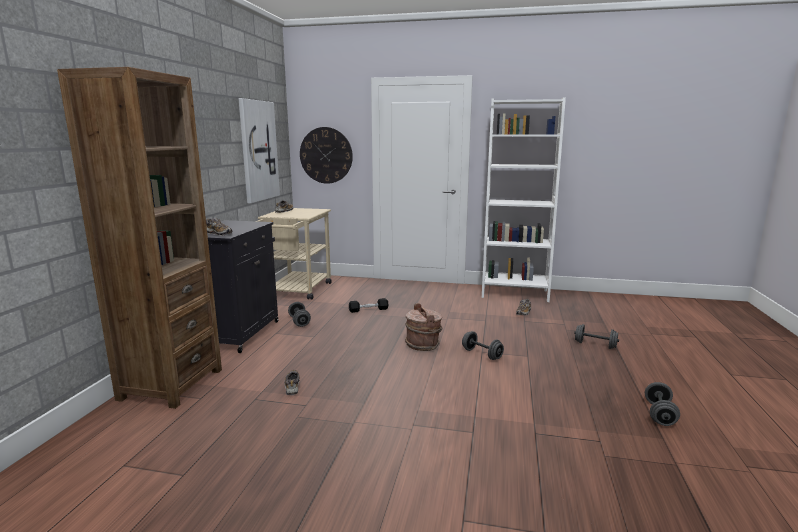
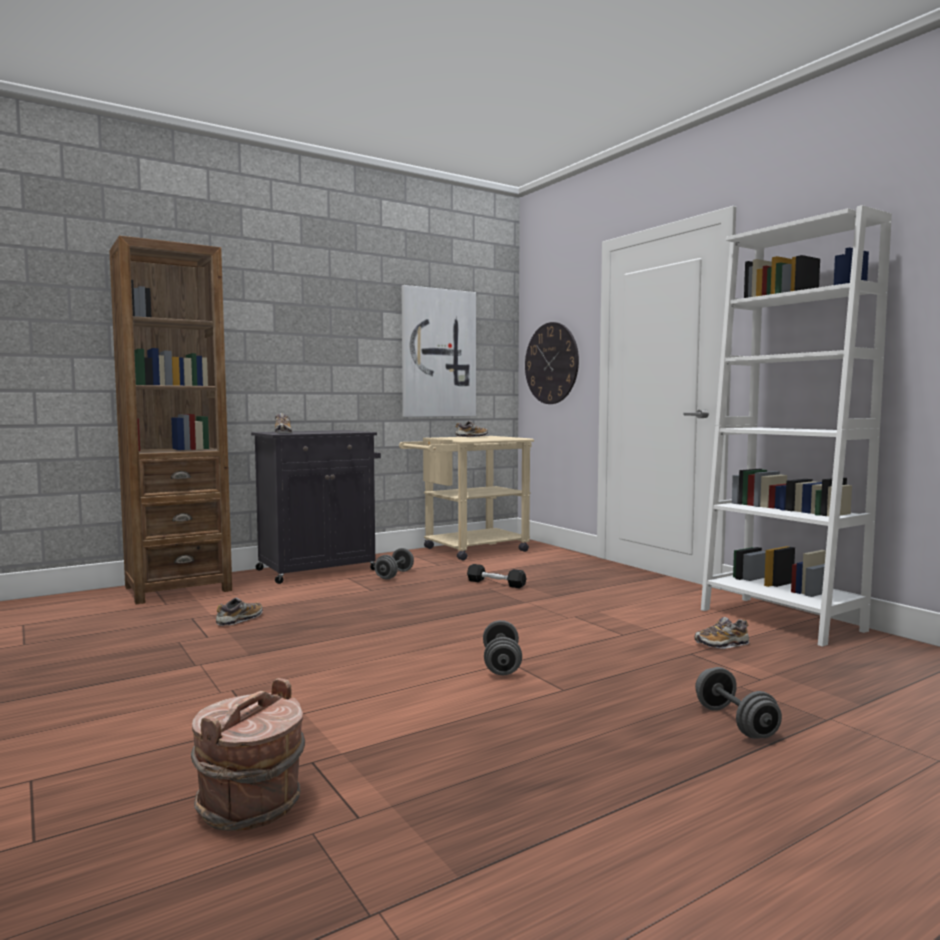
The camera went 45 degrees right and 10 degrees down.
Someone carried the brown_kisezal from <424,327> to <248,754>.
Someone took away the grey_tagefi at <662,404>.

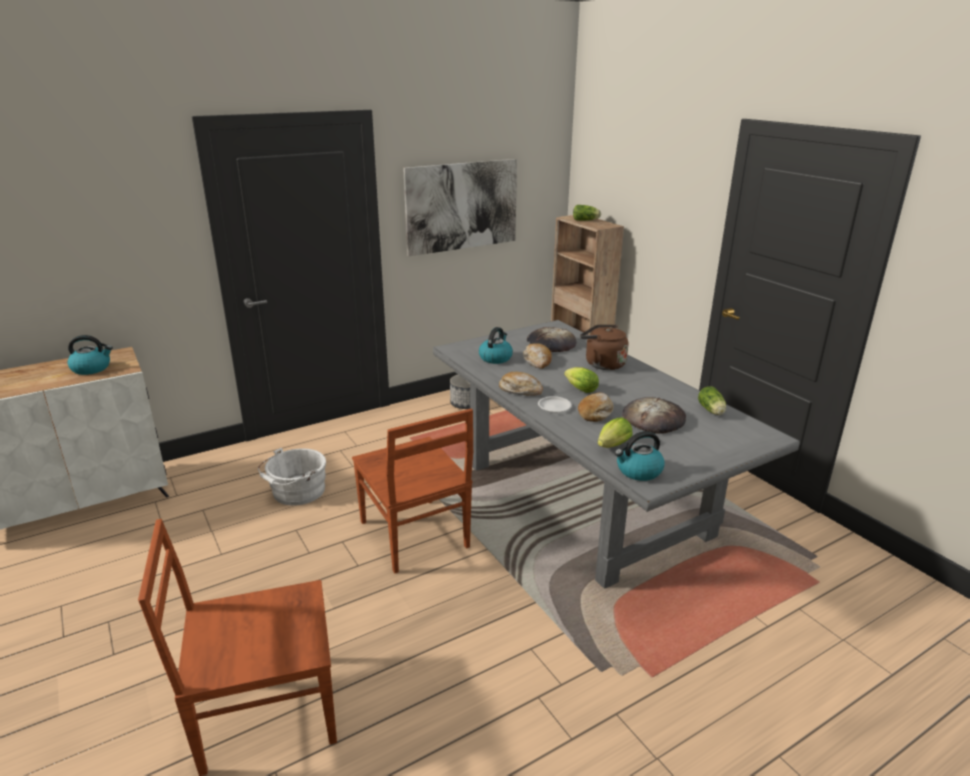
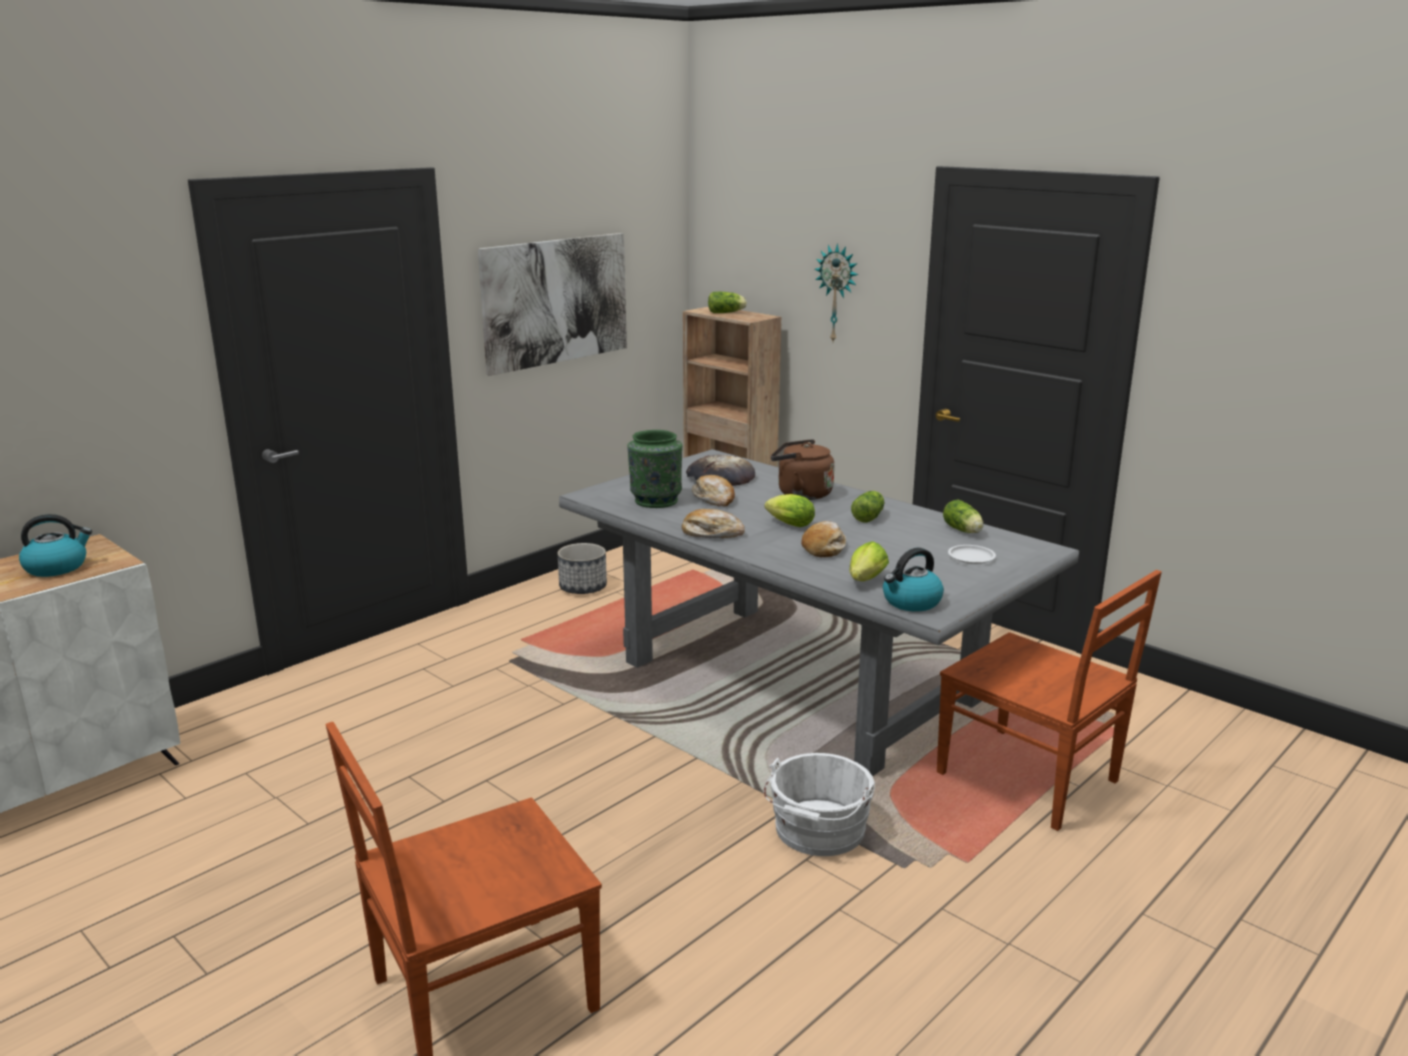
The camera went 15 degrees left and 5 degrees down.
Someone carried the white_kisezal from <292,476> to <819,804>.
Someone carried the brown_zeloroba from <412,491> to <1049,700>.
Someone swapped the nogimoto at <496,345> for the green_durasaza at <654,469>.
Someone carried the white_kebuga from <555,404> to <972,554>.
Someone took away the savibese at <654,415>.
Someone put up the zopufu at <836,292>.
Someone put down the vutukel at <867,507>.

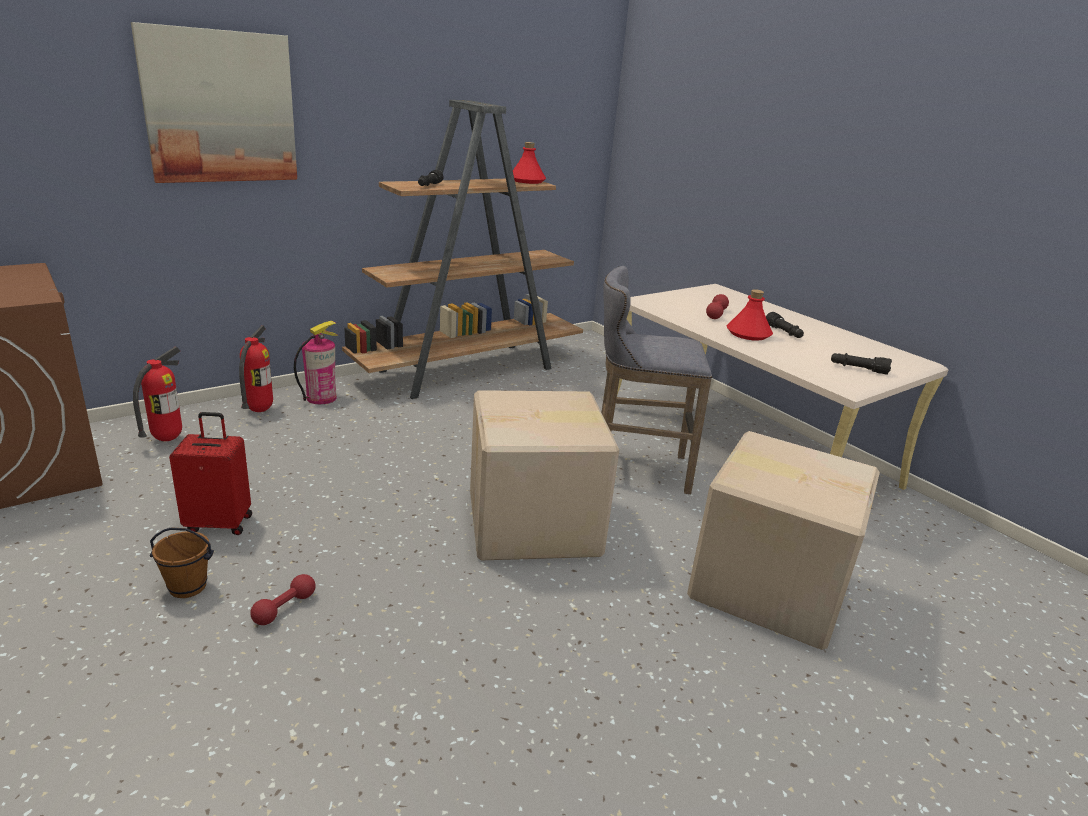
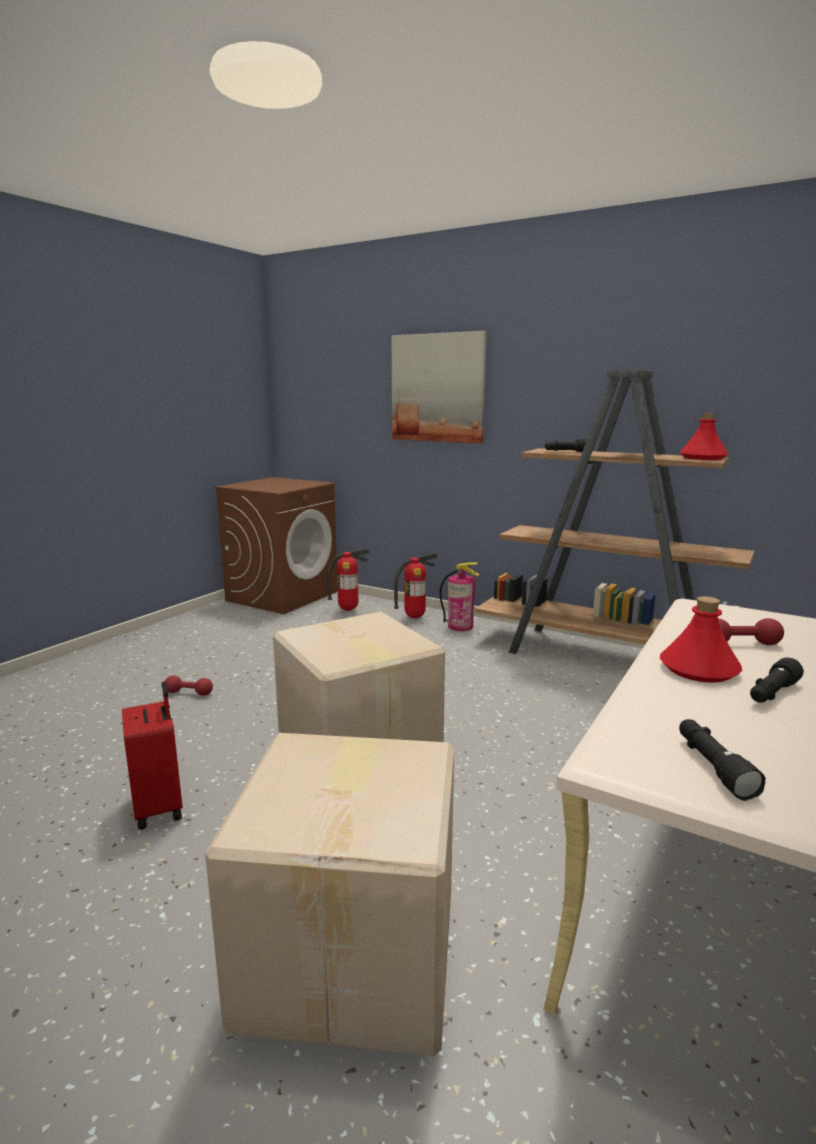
The camera went 70 degrees right and 10 degrees down.
Someone took away the brown_kisezal at <182,562>.
Someone carried the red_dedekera from <210,473> to <152,756>.
Someone took away the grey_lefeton at <656,380>.

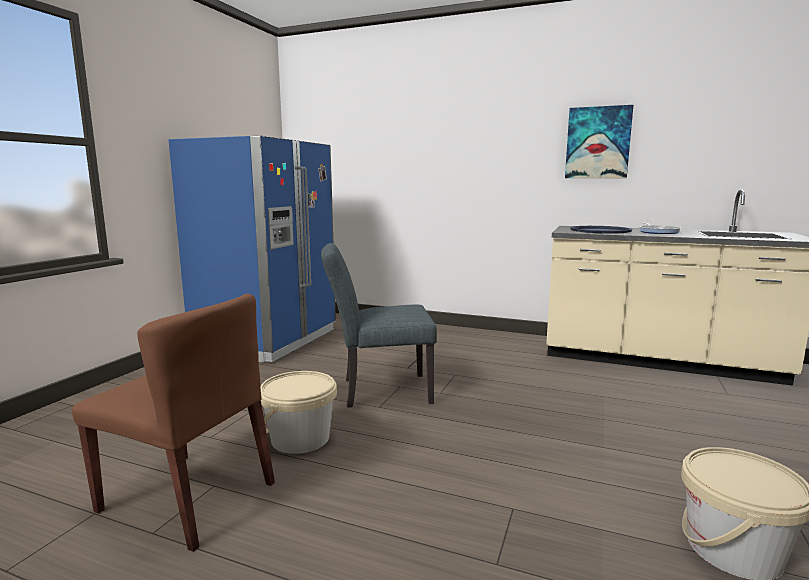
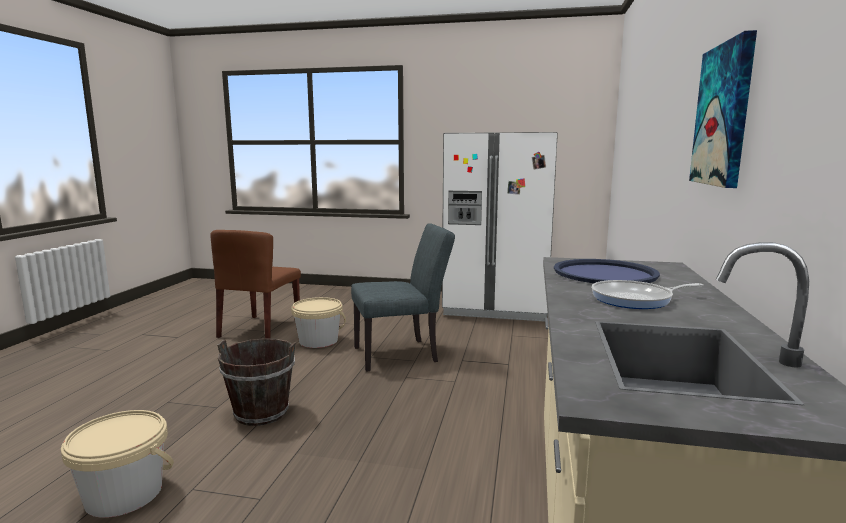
The camera went 80 degrees right and 0 degrees up.
Someone repainted the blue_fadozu at <252,249>, which became the white_fadozu at <500,226>.
Someone rotated the grey_zeloroba at <379,325> by 90 degrees clockwise.
Someone put down the brown_kisezal at <256,382>.

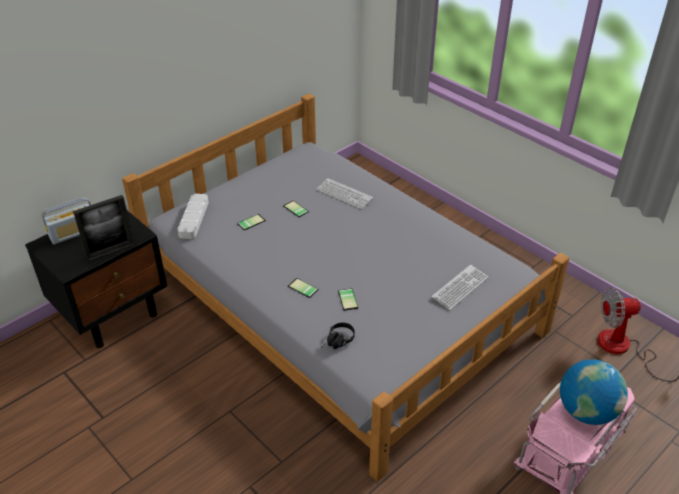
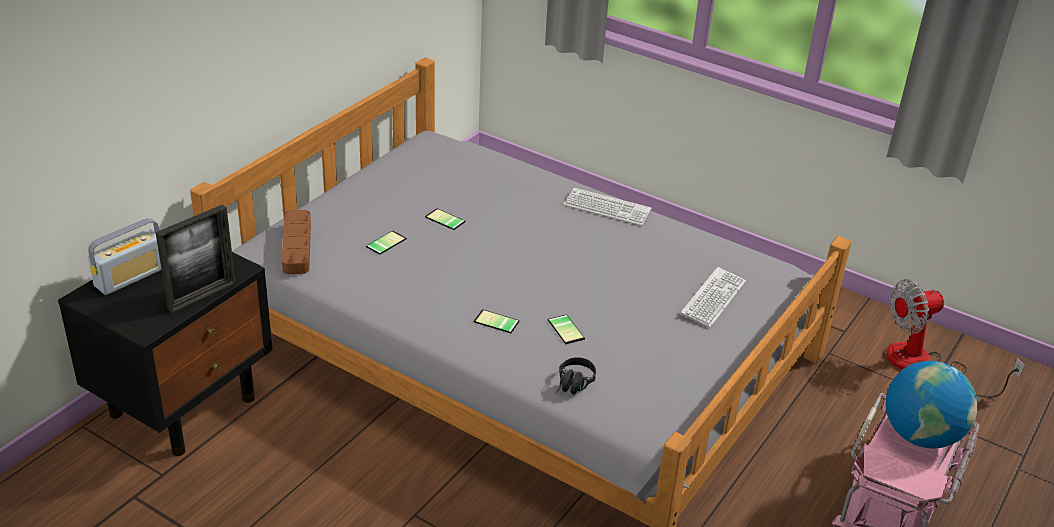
The camera went 15 degrees left and 5 degrees down.
Someone repainted the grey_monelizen at <193,216>, which became the brown_monelizen at <296,242>.
Someone carried the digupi from <344,193> to <607,207>.

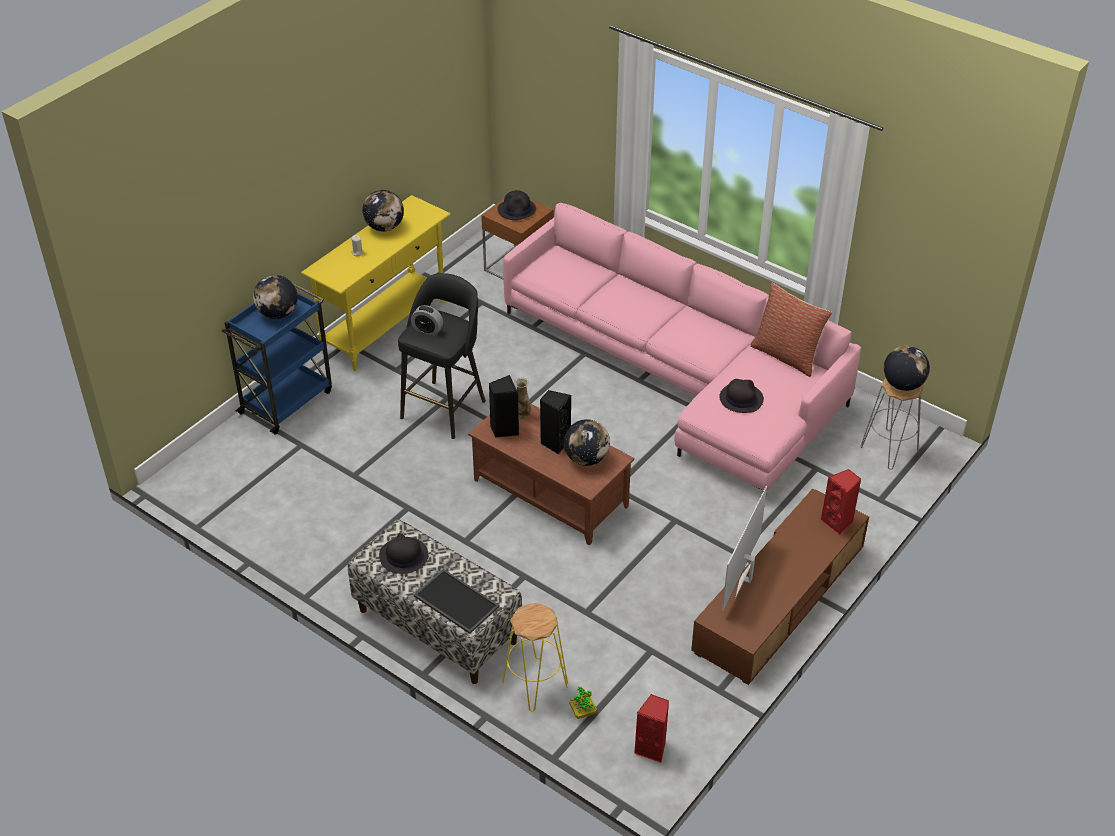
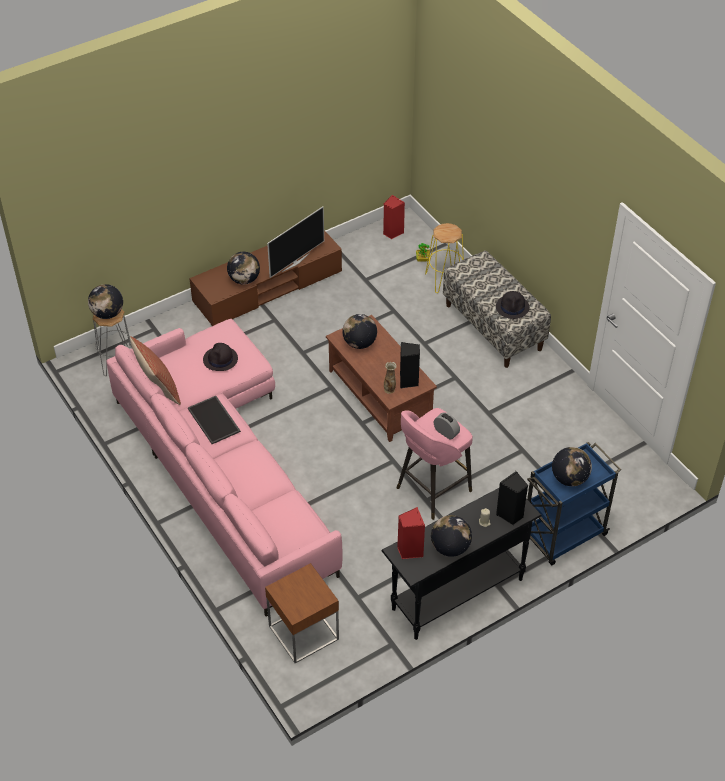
The camera went 160 degrees left and 5 degrees up.
Someone repainted the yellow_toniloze at <376,283>, which became the black_toniloze at <461,564>.
Someone repainted the black_lefeton at <442,356>, which became the pink_lefeton at <434,464>.
Someone carried the monelizen from <456,601> to <214,420>.
Someone took away the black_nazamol at <516,205>.
Someone carried the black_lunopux from <555,422> to <512,498>.
Someone carried the red_lunopux from <841,502> to <411,533>.
Someone put down the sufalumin at <243,268>.

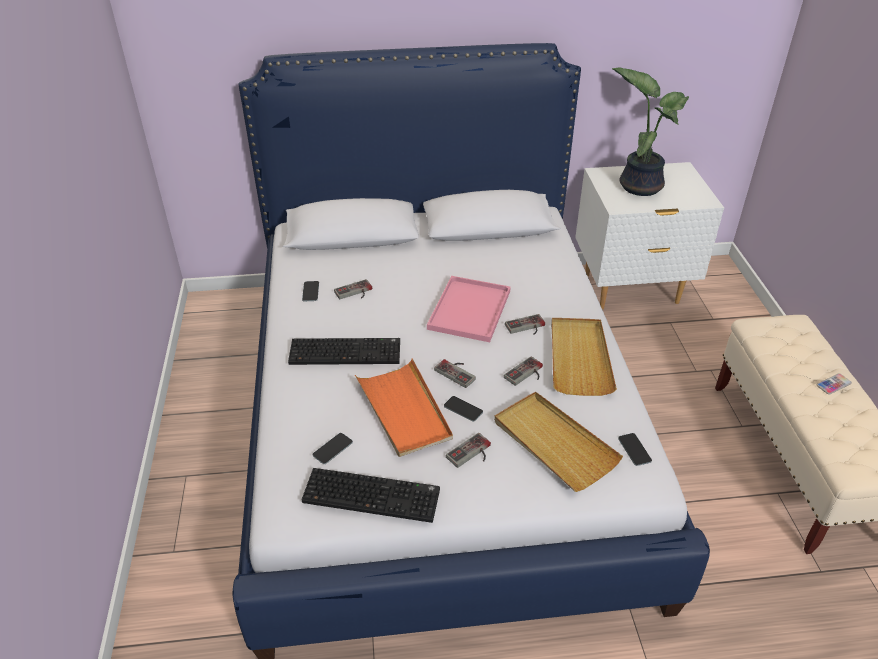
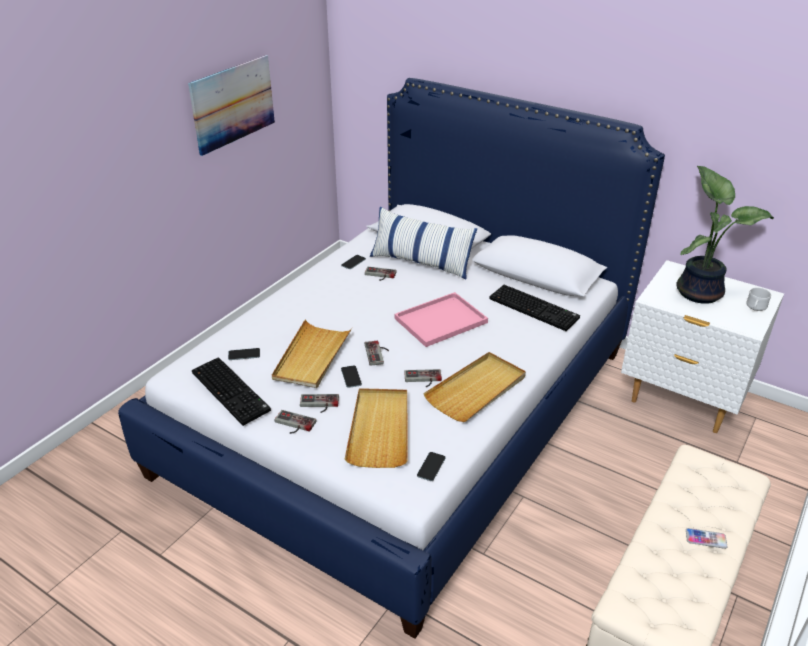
The camera went 40 degrees right and 5 degrees down.
Someone carried the digupi from <344,351> to <534,308>.
Someone repainted the orange_monelizen at <404,407>, which became the beige_monelizen at <312,353>.
Someone carried the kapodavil from <525,324> to <295,422>.
Someone put up the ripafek at <231,105>.
Someone put down the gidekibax at <423,243>.
Someone put down the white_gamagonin at <758,299>.

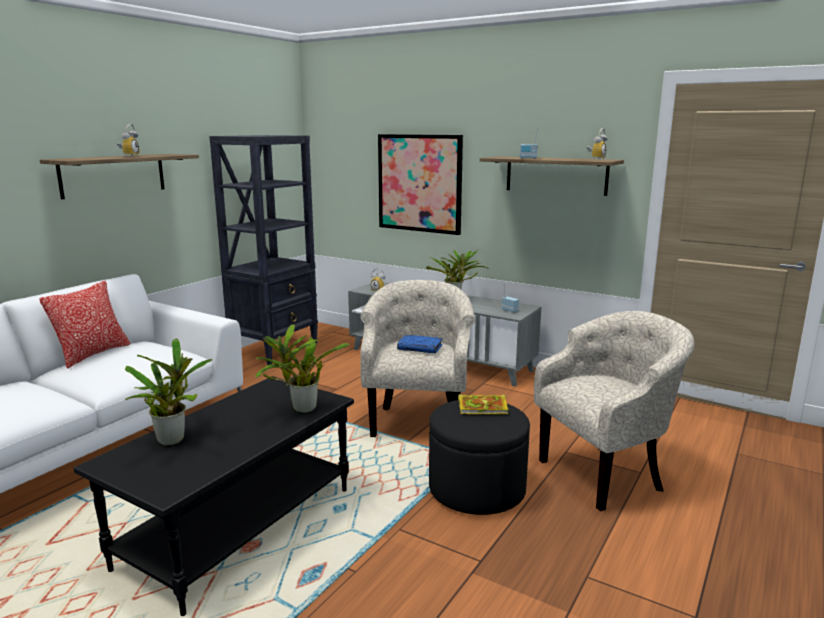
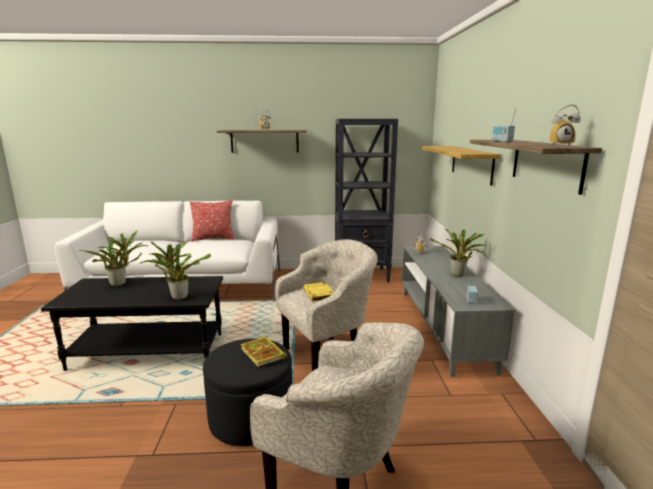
The camera went 55 degrees right and 0 degrees up.
Someone swapped the ripafek at <420,184> for the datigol at <461,166>.
Someone repainted the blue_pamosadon at <420,344>, which became the yellow_pamosadon at <318,292>.

